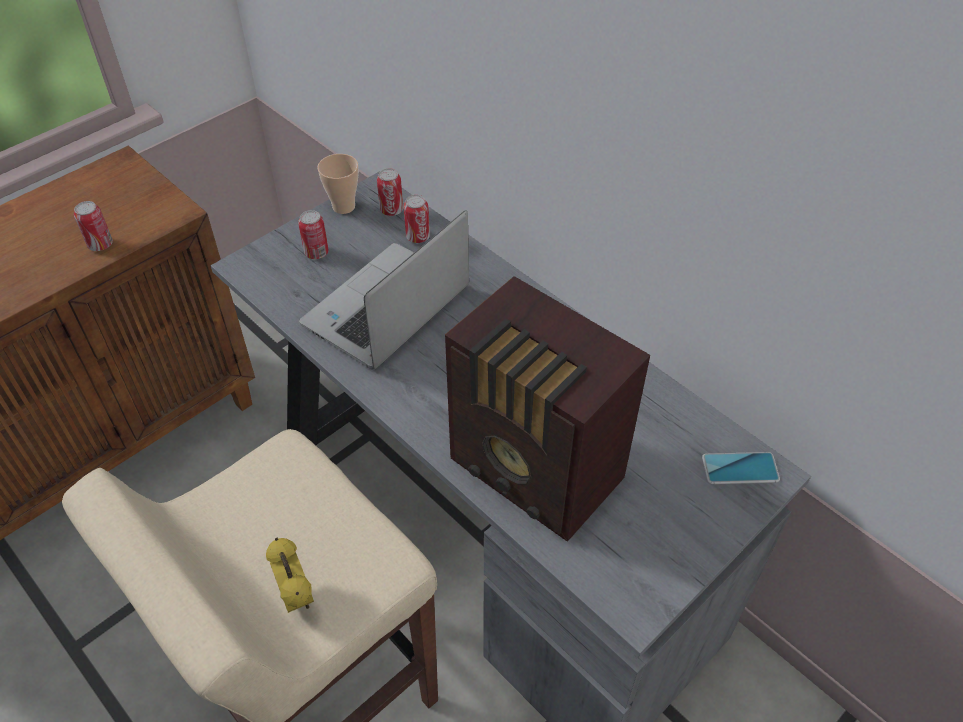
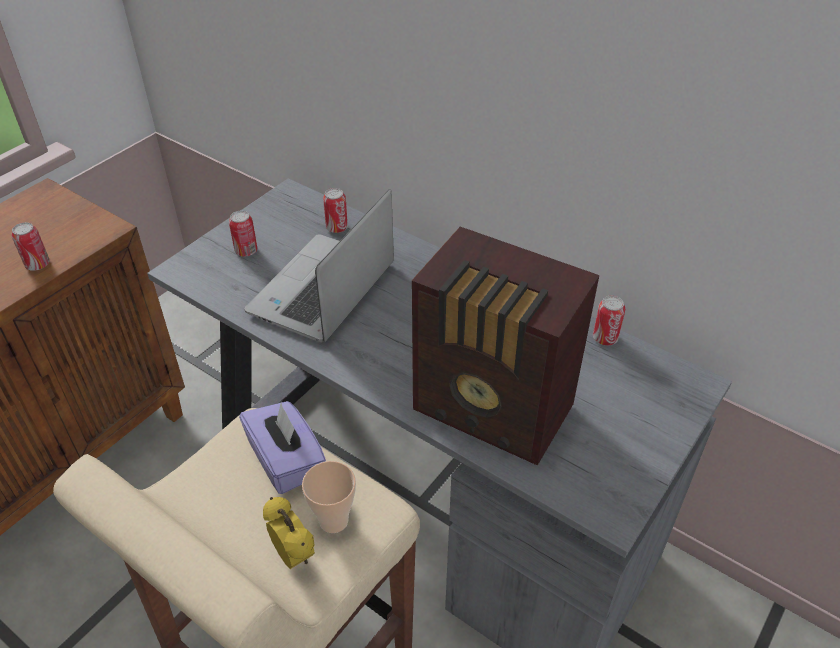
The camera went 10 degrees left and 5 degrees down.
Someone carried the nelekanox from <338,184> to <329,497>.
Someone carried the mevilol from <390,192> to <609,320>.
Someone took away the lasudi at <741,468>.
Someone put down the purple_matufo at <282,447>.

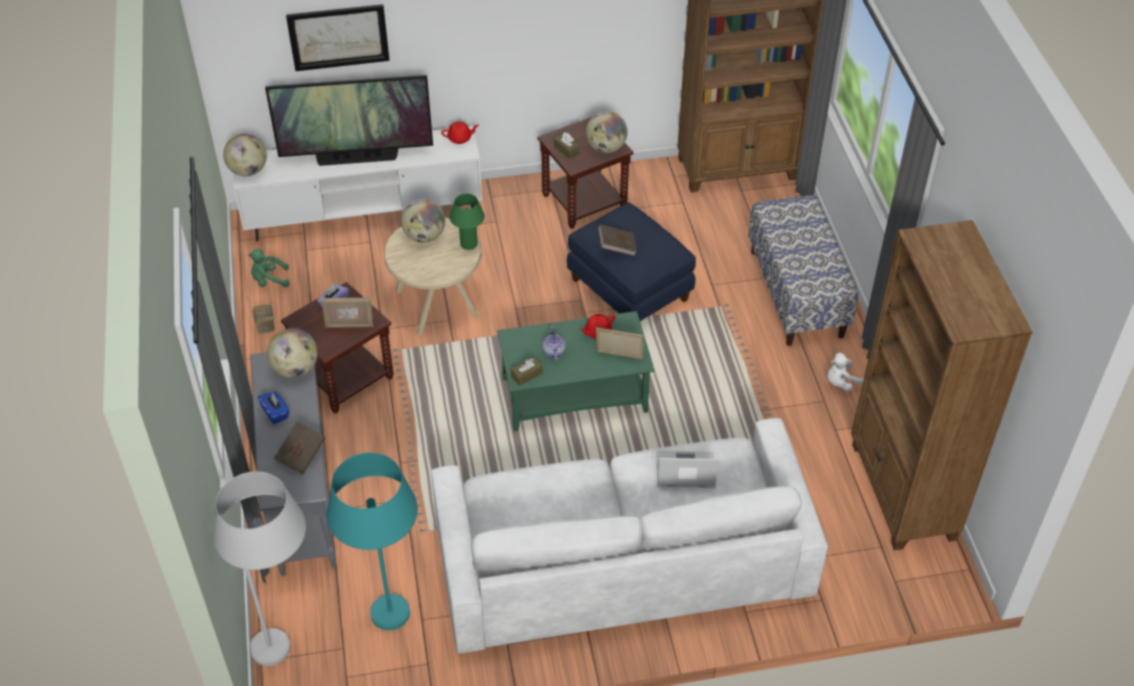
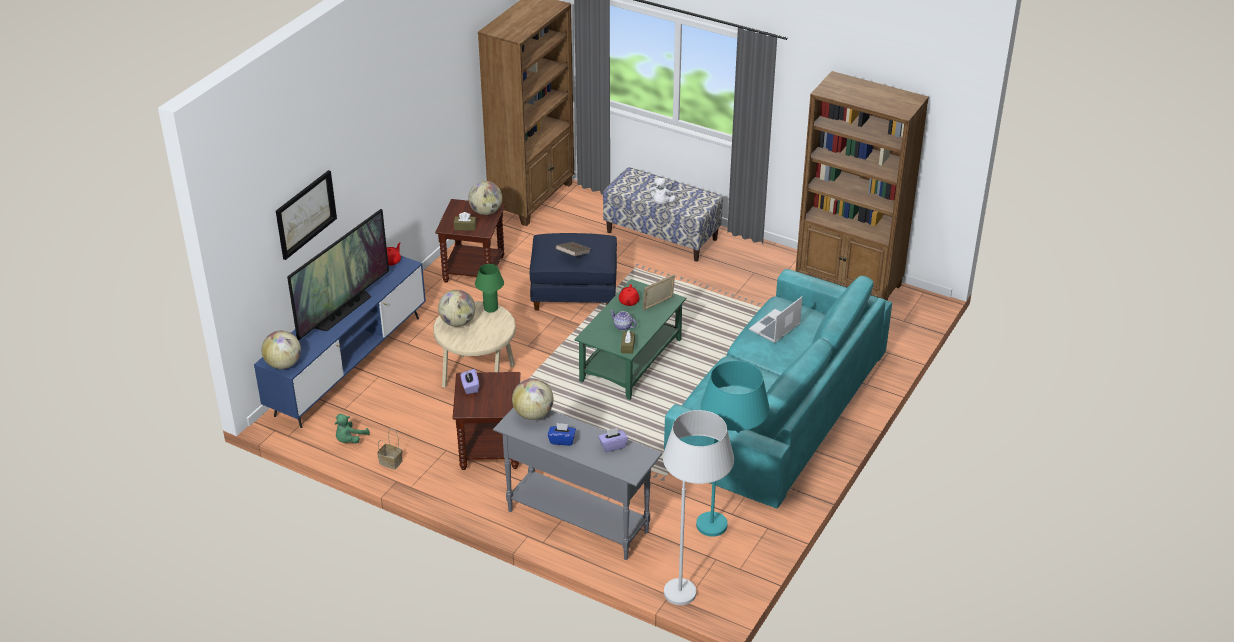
The camera went 50 degrees left and 10 degrees down.
Someone repainted the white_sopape at <357,183>, which became the blue_sopape at <340,342>.
Someone swapped the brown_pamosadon at <300,448> for the purple_matufo at <613,440>.
Someone took away the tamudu at <347,312>.
Someone repainted the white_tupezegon at <629,535>, which became the turquoise_tupezegon at <778,389>.
Someone carried the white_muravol from <845,372> to <662,191>.

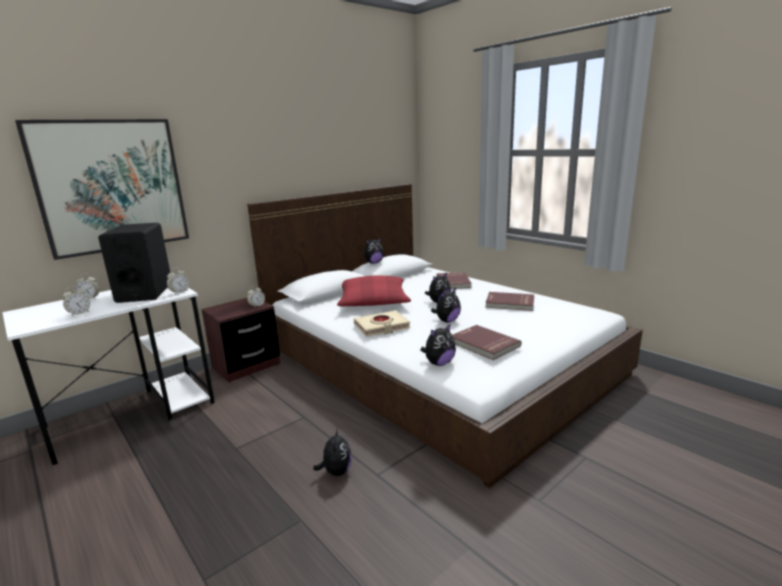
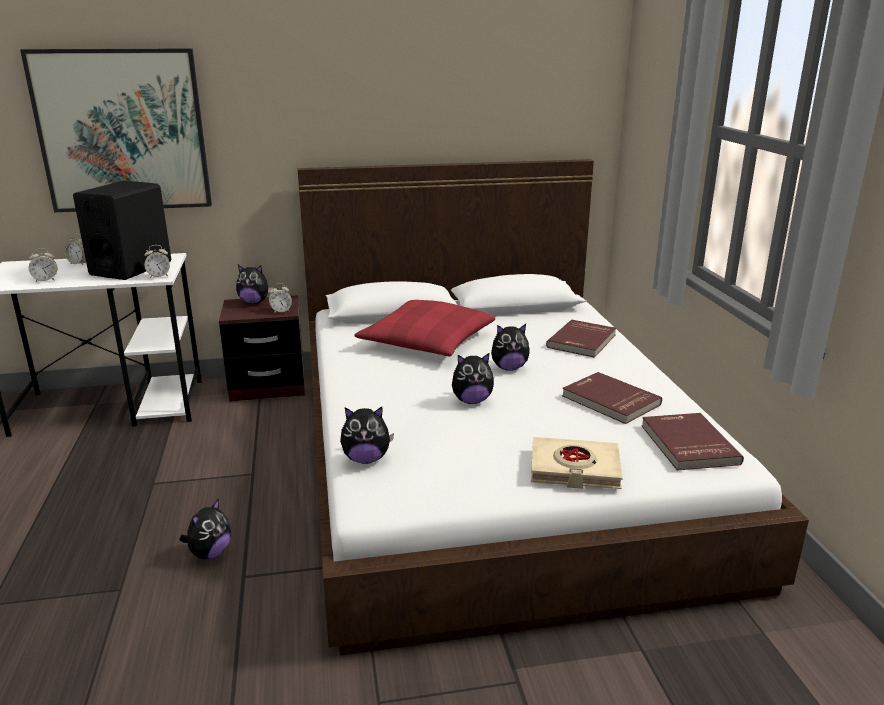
The camera went 30 degrees right and 5 degrees up.
Someone carried the beige_pamosadon from <382,324> to <577,463>.
Someone carried the muravol from <374,250> to <254,284>.
Someone carried the red_pamosadon from <486,342> to <692,442>.

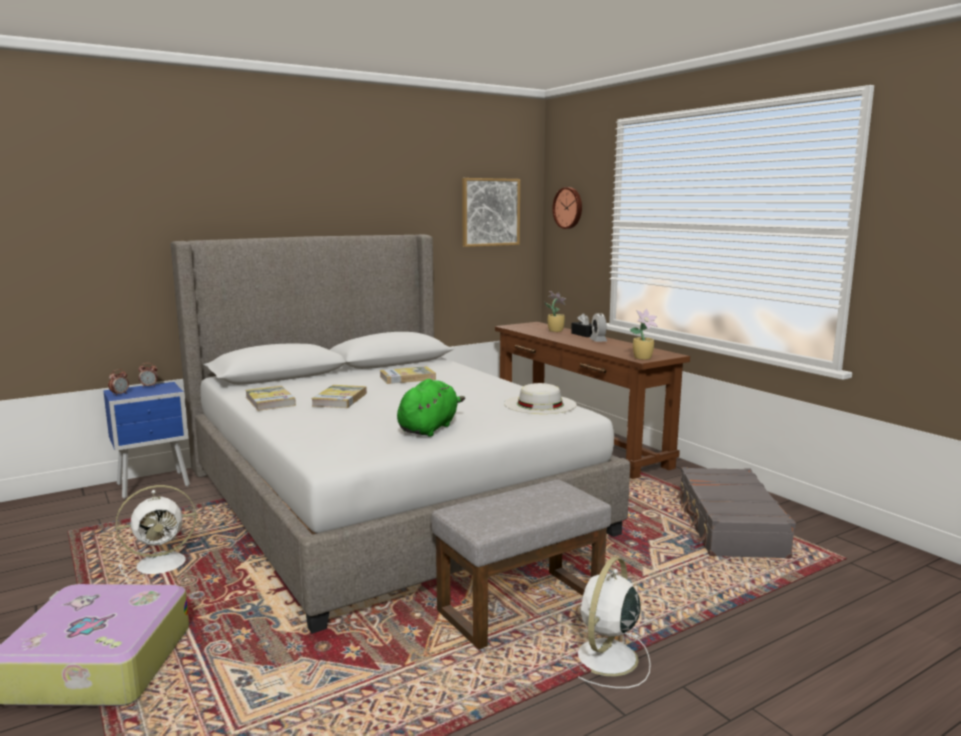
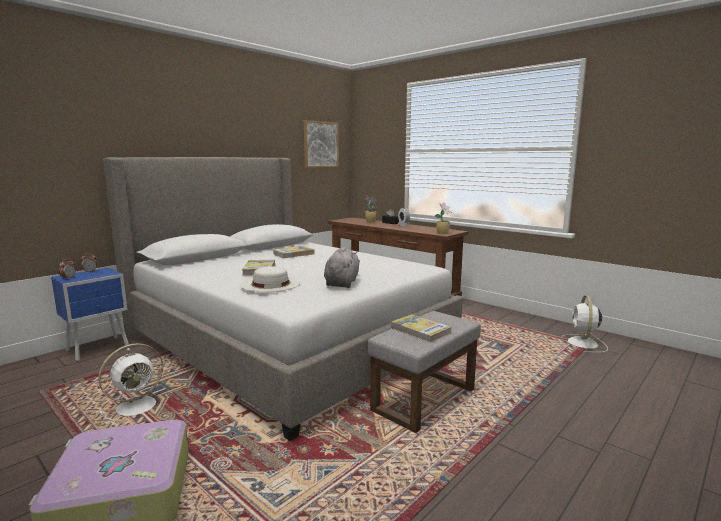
The camera went 15 degrees left and 0 degrees up.
Someone carried the pamosadon from <270,398> to <421,328>.
Someone repainted the green_muravol at <431,408>, which became the grey_muravol at <342,267>.
Someone carried the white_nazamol from <540,398> to <270,279>.
Someone took away the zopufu at <567,208>.
Someone carried the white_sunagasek from <614,622> to <584,324>.
Someone took away the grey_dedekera at <736,513>.

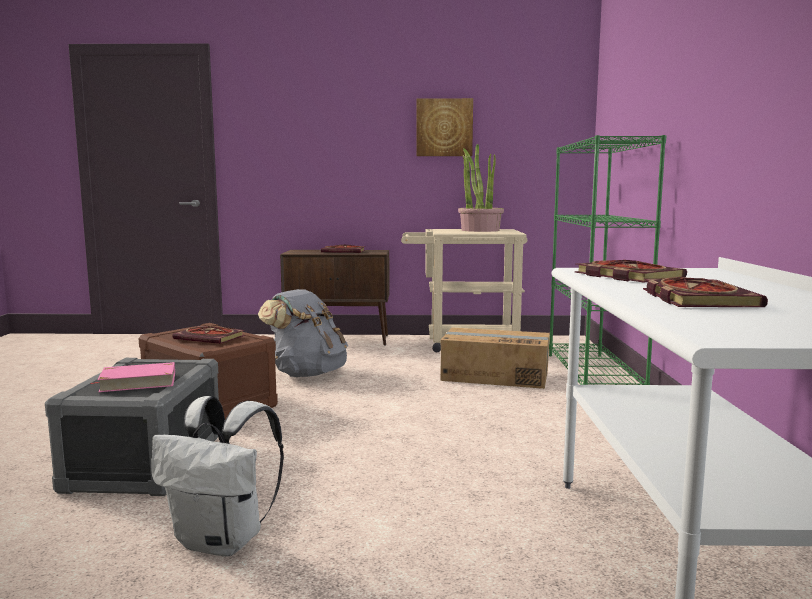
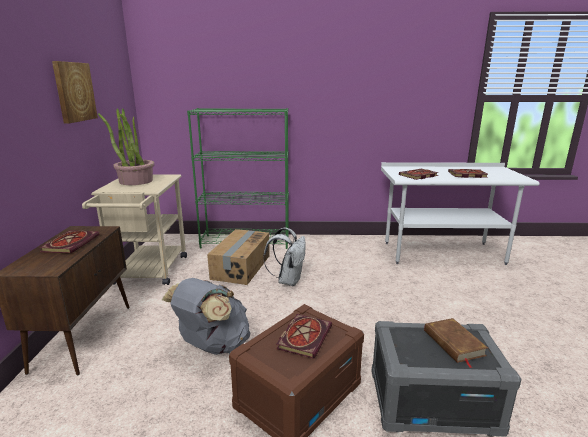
The camera went 90 degrees left and 10 degrees up.
Someone repainted the pink_pamosadon at <133,377>, which became the brown_pamosadon at <456,343>.
Someone carried the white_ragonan from <217,476> to <284,257>.

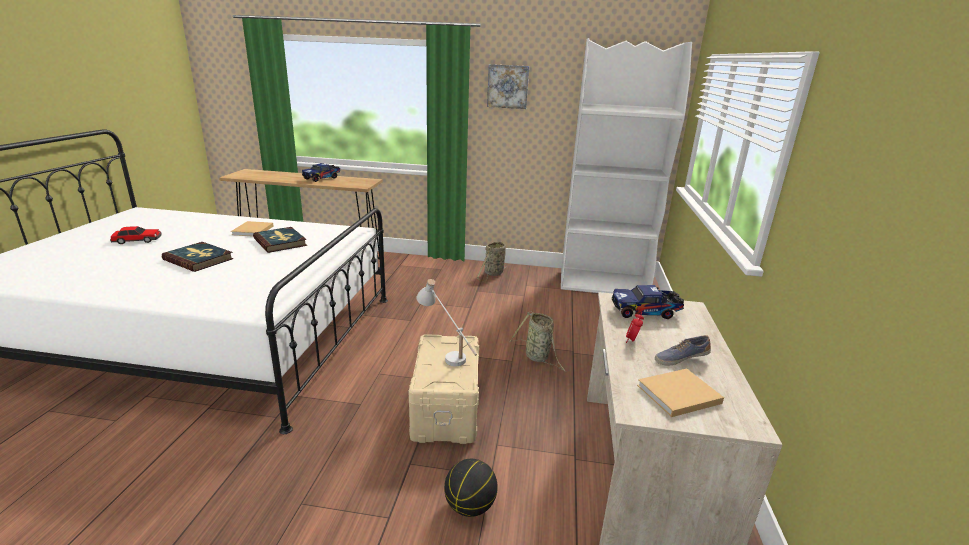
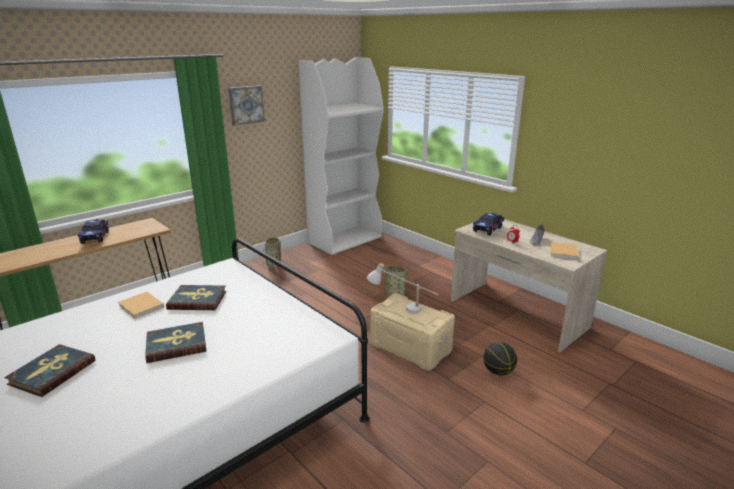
The camera went 50 degrees left and 0 degrees up.
Someone swapped the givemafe at <135,235> for the pamosadon at <49,370>.

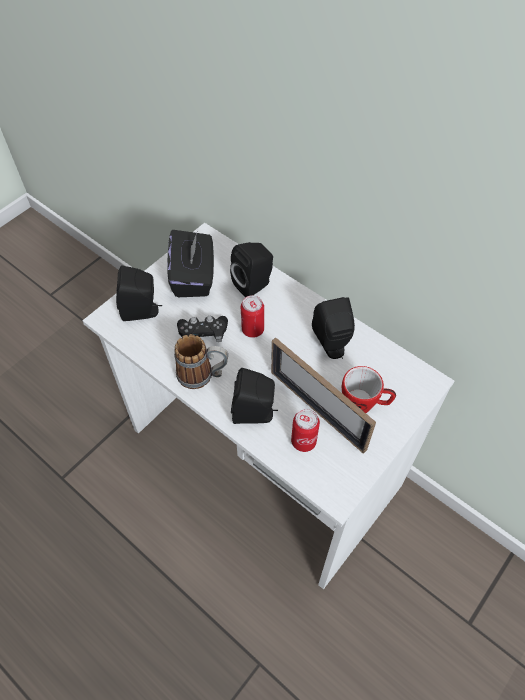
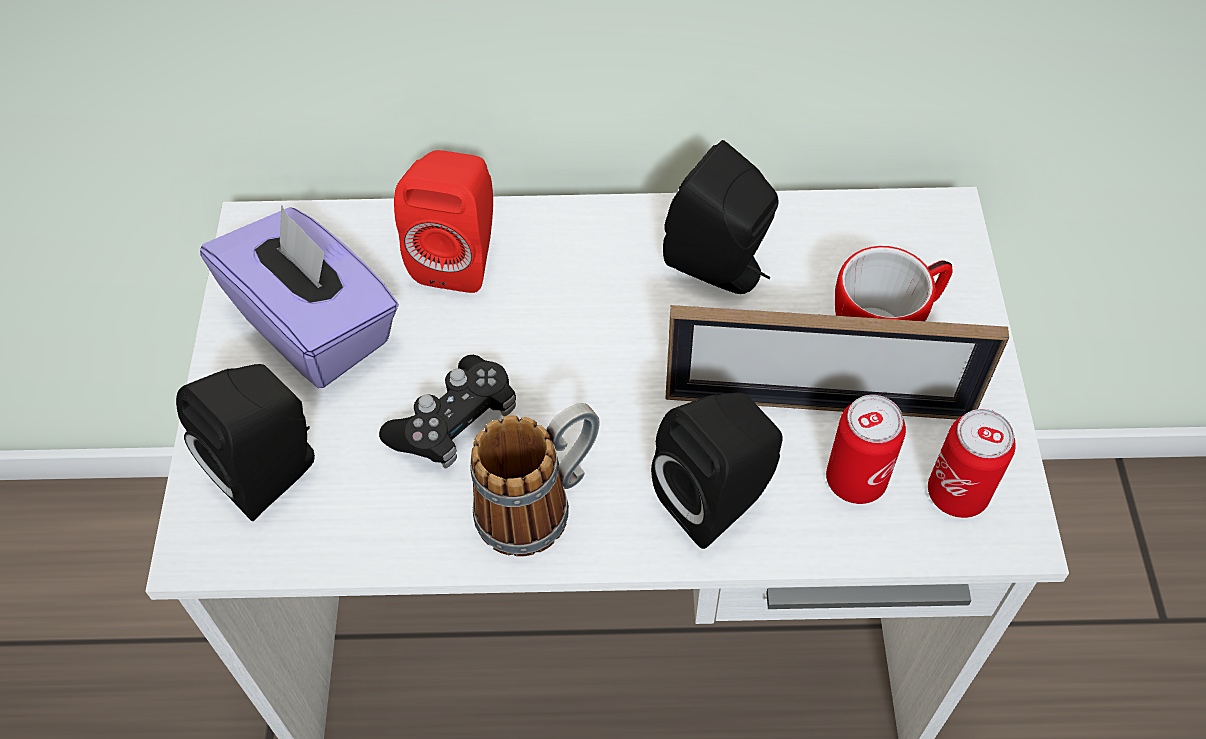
The camera went 40 degrees left and 0 degrees up.
Someone repainted the black_matufo at <190,263>, which became the purple_matufo at <299,296>.
Someone repainted the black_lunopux at <251,270>, which became the red_lunopux at <443,221>.
Someone carried the mevilol from <252,316> to <972,463>.

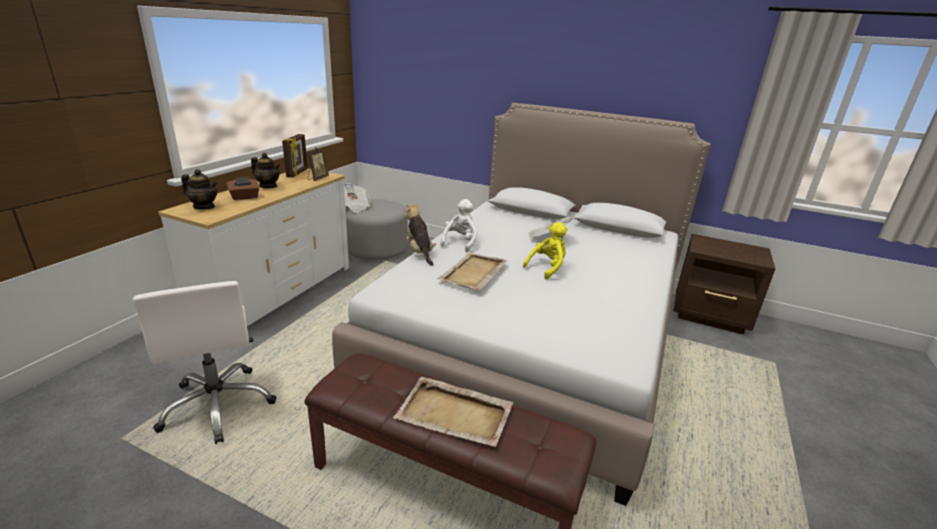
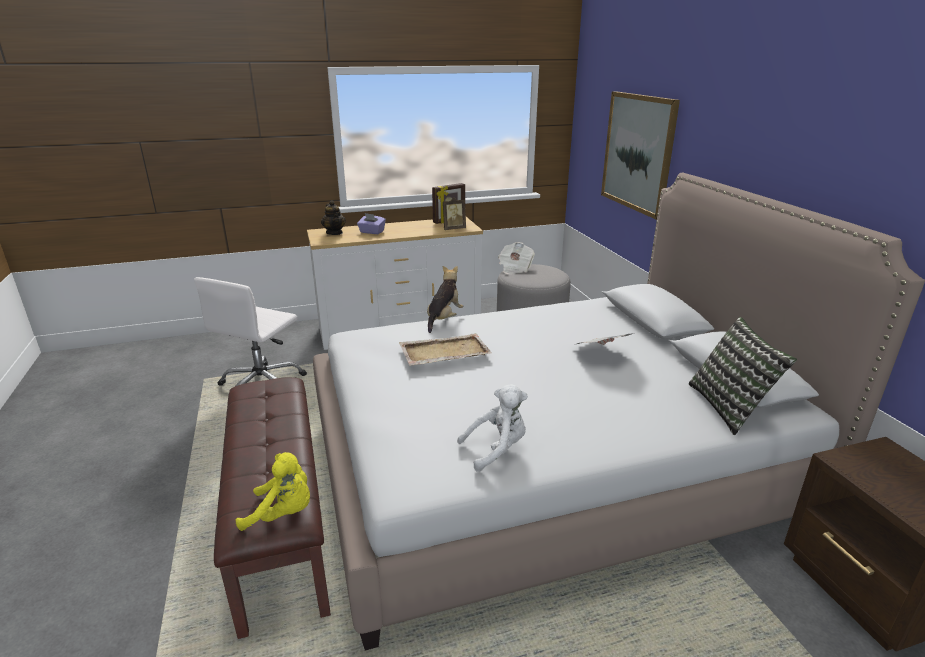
The camera went 50 degrees right and 0 degrees up.
Someone repainted the brown_matufo at <243,188>, which became the purple_matufo at <371,223>.
Someone took away the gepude at <265,170>.
Someone took away the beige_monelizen at <453,412>.
Someone carried the white_muravol from <458,225> to <492,428>.
Someone carried the yellow_muravol from <545,250> to <272,491>.
Someone put up the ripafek at <640,155>.
Someone put down the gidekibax at <743,376>.

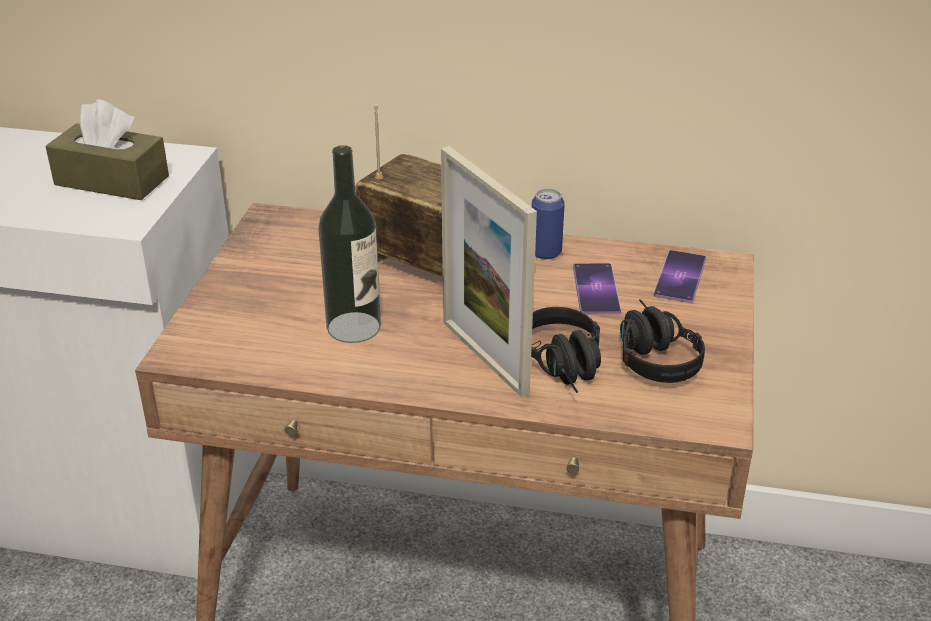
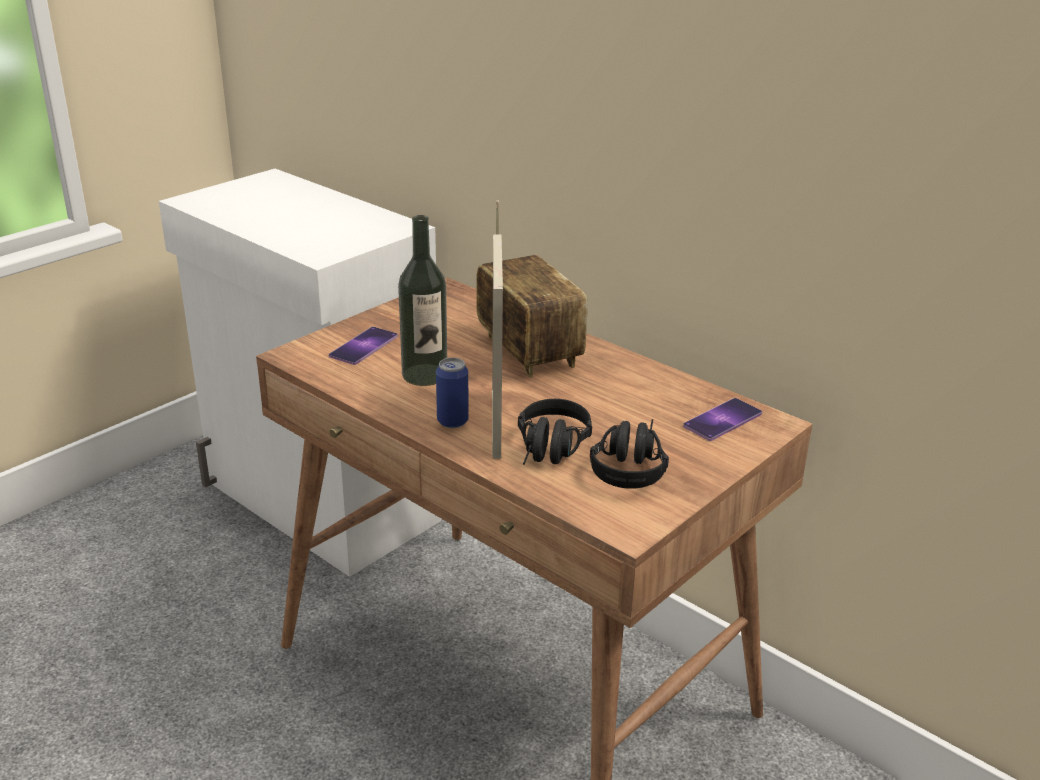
The camera went 30 degrees right and 5 degrees down.
Someone took away the brown_matufo at <107,150>.
Someone carried the mevilol from <548,224> to <452,393>.
Someone carried the lasudi from <597,288> to <363,346>.

